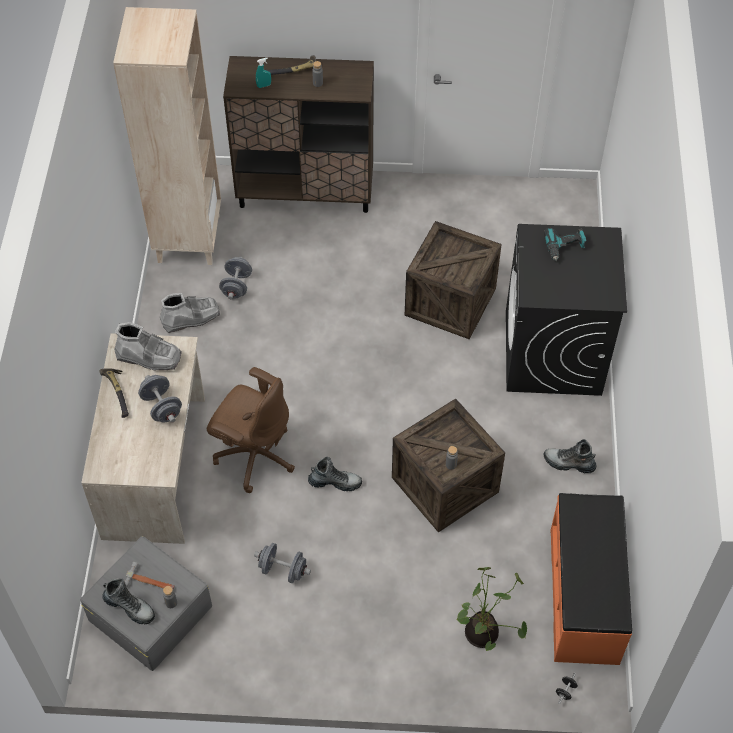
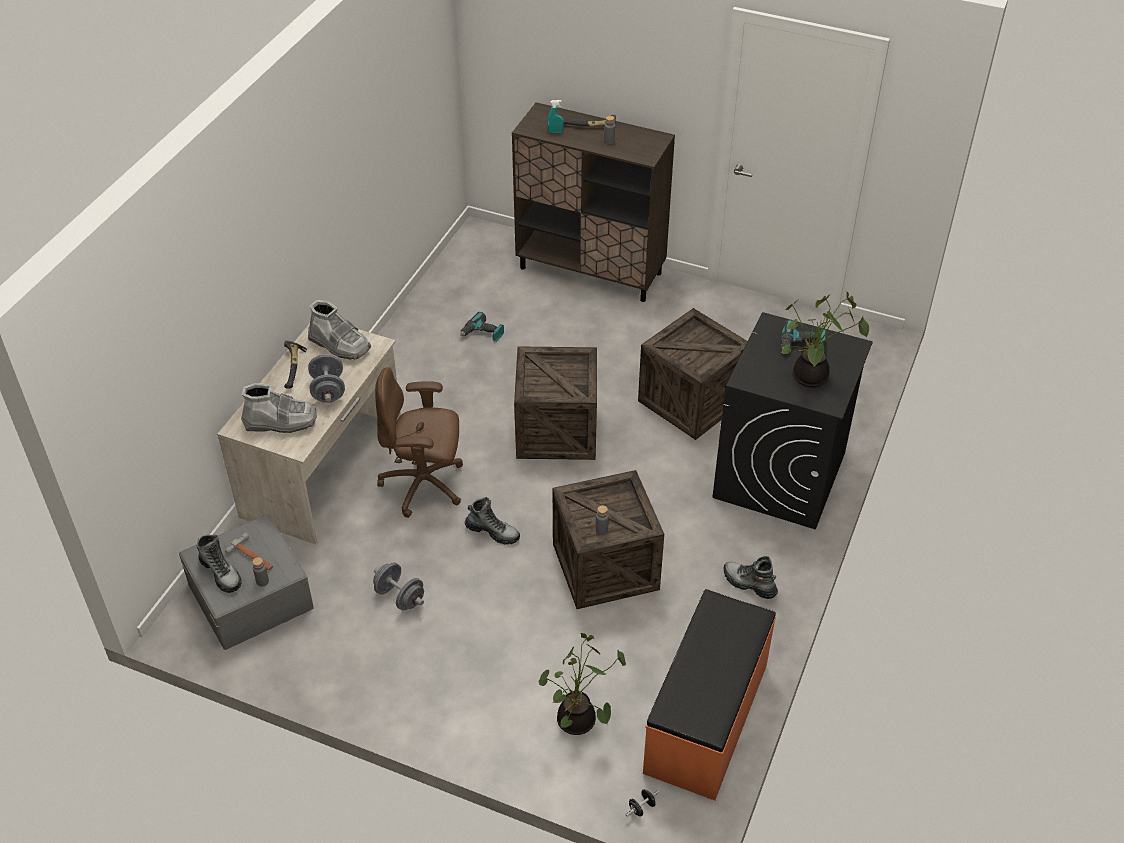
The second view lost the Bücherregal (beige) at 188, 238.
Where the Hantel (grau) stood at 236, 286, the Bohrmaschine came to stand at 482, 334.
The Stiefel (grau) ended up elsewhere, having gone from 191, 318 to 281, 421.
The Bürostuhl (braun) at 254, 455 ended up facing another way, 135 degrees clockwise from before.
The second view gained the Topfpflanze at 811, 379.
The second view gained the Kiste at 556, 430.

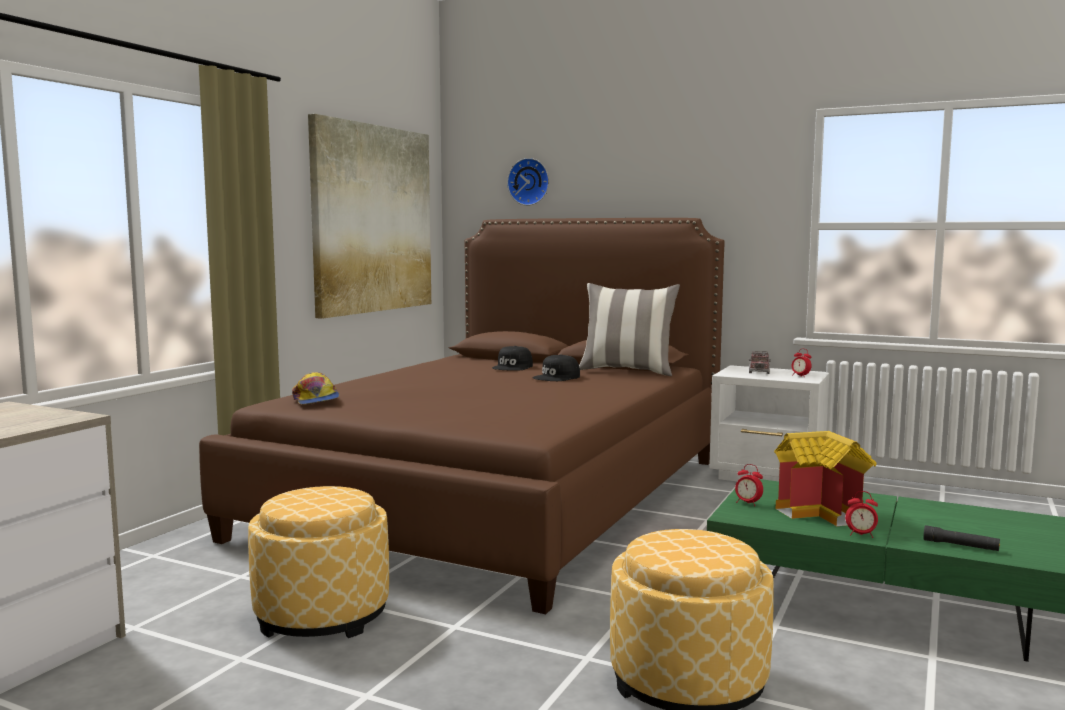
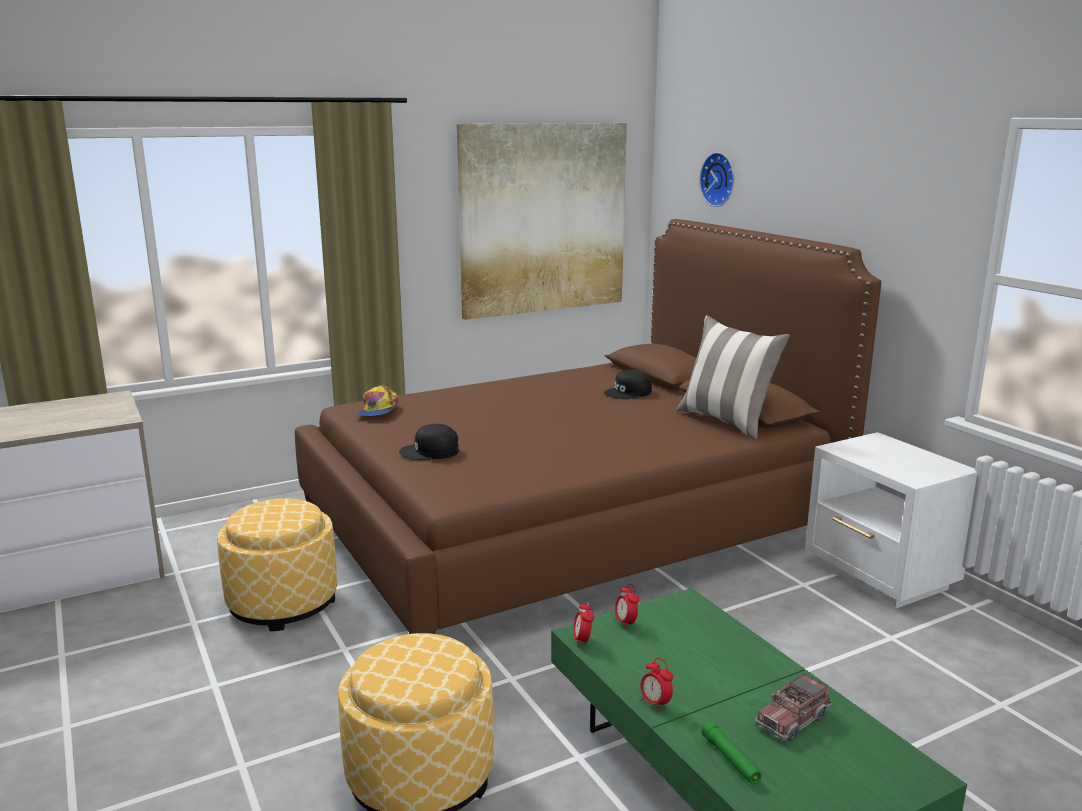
The Wecker ended up elsewhere, having gone from 800, 376 to 582, 641.
The Spielzeuglaster ended up elsewhere, having gone from 759, 371 to 792, 720.
The Kappe (schwarz) ended up elsewhere, having gone from 557, 377 to 430, 452.
The second view lost the Spielzeughaus at 824, 513.
What was the Taschenlampe (schwarz) at 960, 546 turned into the Taschenlampe (grün) at 730, 760.

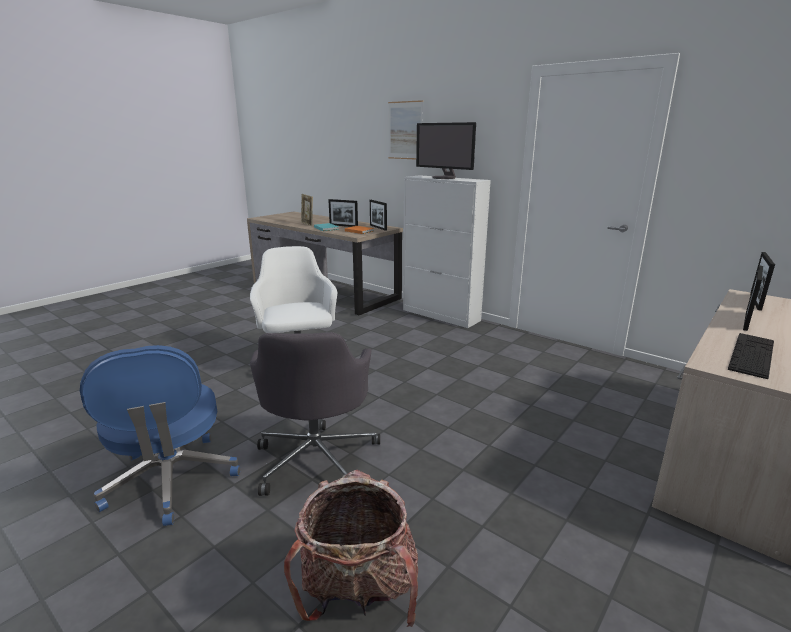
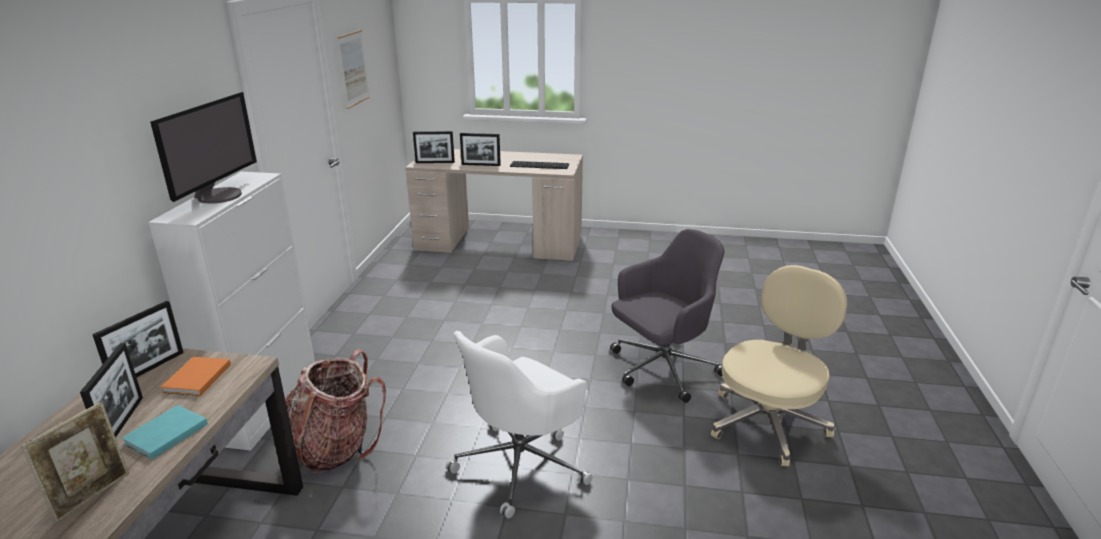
The Bild ended up elsewhere, having gone from 405, 130 to 353, 68.
What was the Bürostuhl (blau) at 171, 481 turned into the Bürostuhl (beige) at 768, 423.
The Rucksack ended up elsewhere, having gone from 359, 593 to 336, 447.

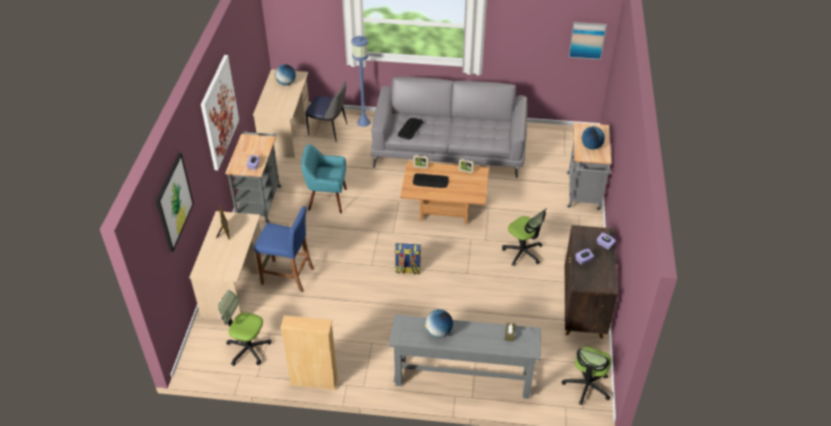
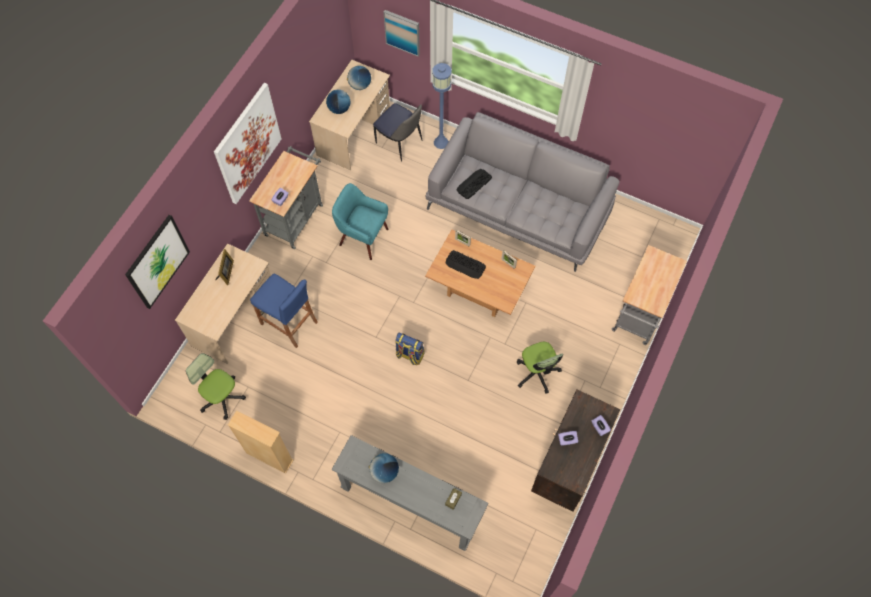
The Bild ended up elsewhere, having gone from 587, 40 to 402, 32.
The Globus ended up elsewhere, having gone from 591, 146 to 339, 109.
The second view lost the Bürostuhl at 587, 386.

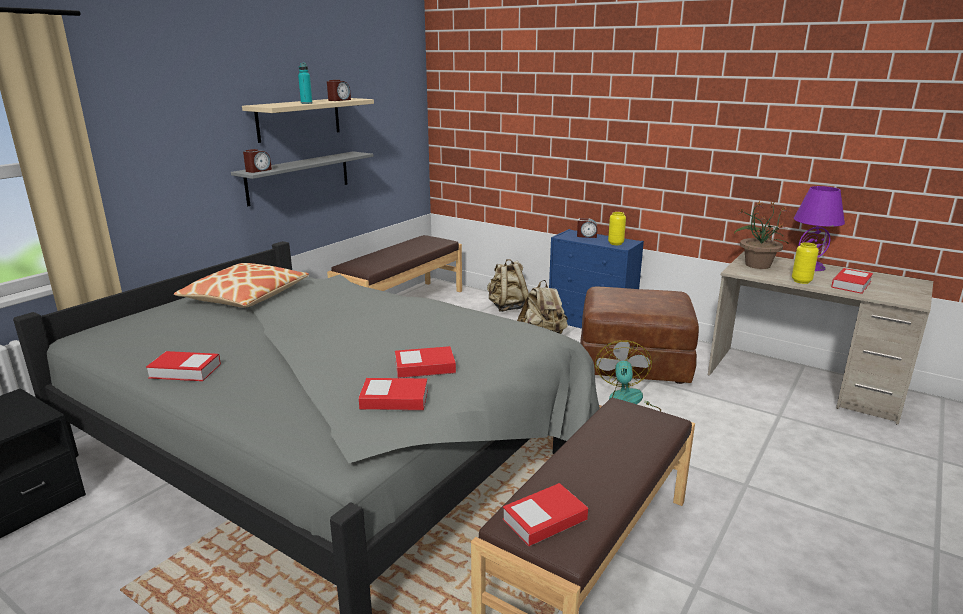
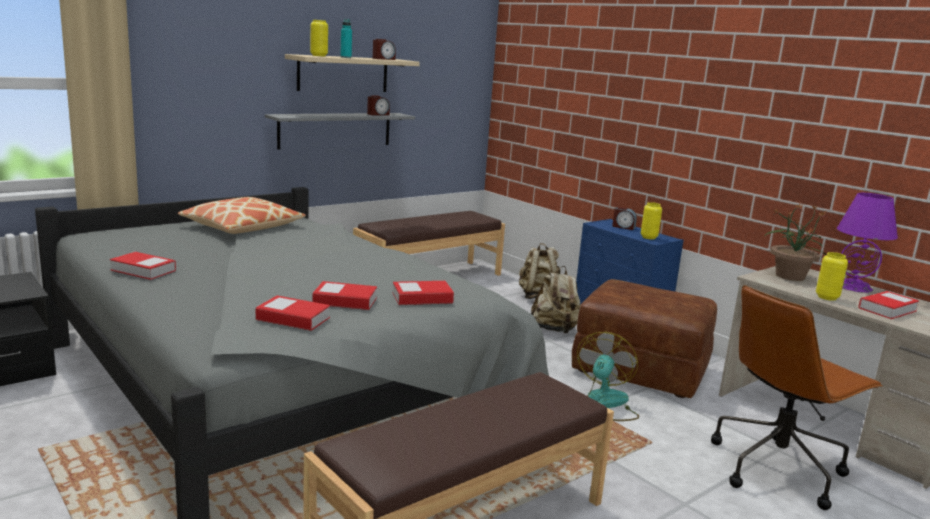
The Wecker ended up elsewhere, having gone from 258, 170 to 378, 114.
The Buch ended up elsewhere, having gone from 544, 520 to 422, 298.
The second view gained the Vase (gelb) at 319, 56.
The second view gained the Bürostuhl (braun) at 777, 468.

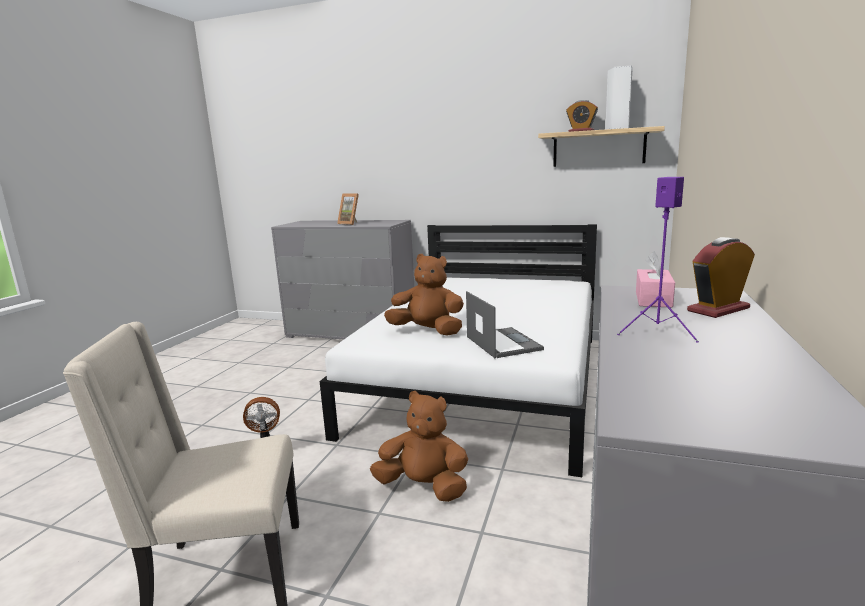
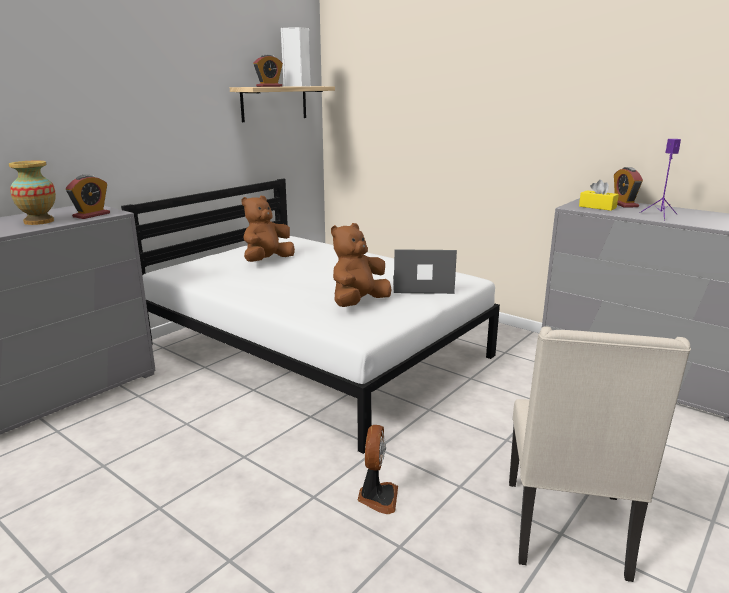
Where the Bilderrahmen stood at 351, 223, the Vase came to stand at 39, 221.
What was the Taschentuchbox (rosa) at 653, 299 turned into the Taschentuchbox (gelb) at 597, 207.
The Plüschtier (braun) ended up elsewhere, having gone from 424, 487 to 267, 261.
The second view gained the Wecker at 91, 215.

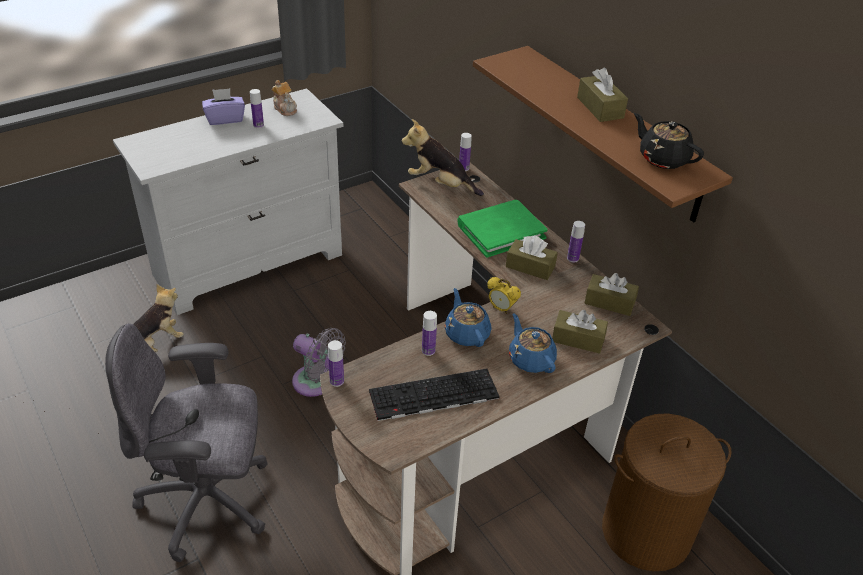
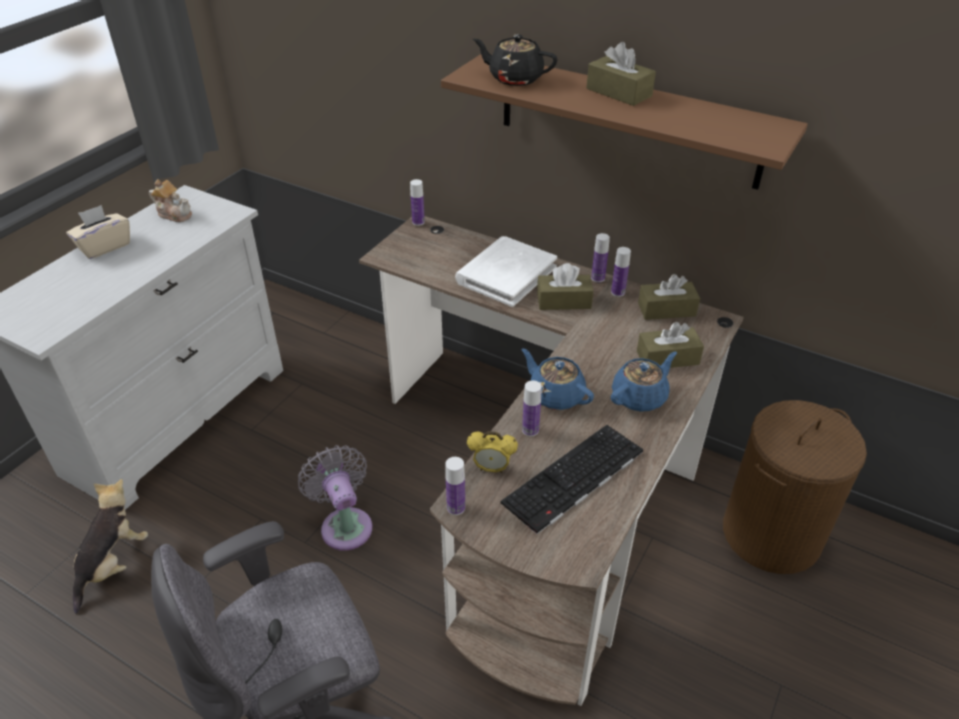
What was the Taschentuchbox (lila) at 225, 119 turned into the Taschentuchbox (beige) at 104, 246.
The Flasche ended up elsewhere, having gone from 258, 125 to 618, 292.
The Teekanne (schwarz) ended up elsewhere, having gone from 662, 158 to 514, 78.
The second view lost the Plüschtier at 440, 184.
What was the Buch (grün) at 501, 231 turned into the Buch (weiß) at 506, 274.
The Wecker ended up elsewhere, having gone from 501, 309 to 491, 468.
The Teekanne (blau) at 530, 359 ended up facing another way, 105 degrees clockwise from before.
The Ventilator (grau) at 316, 383 ended up facing another way, 120 degrees counterclockwise from before.

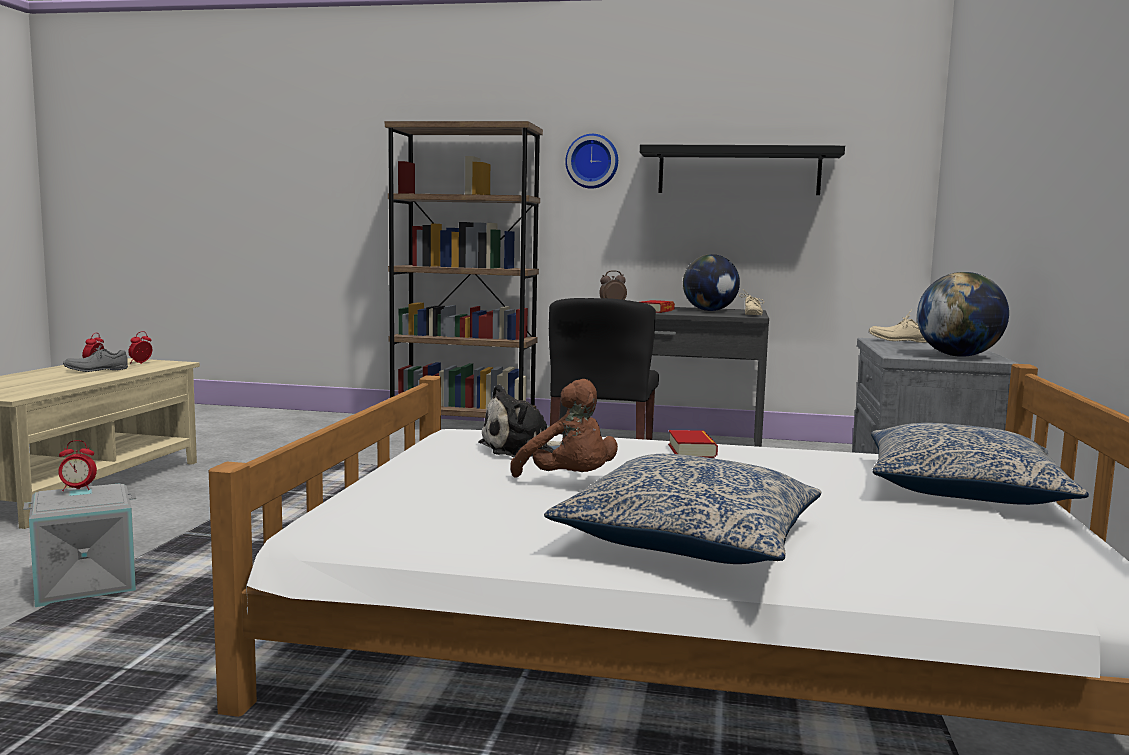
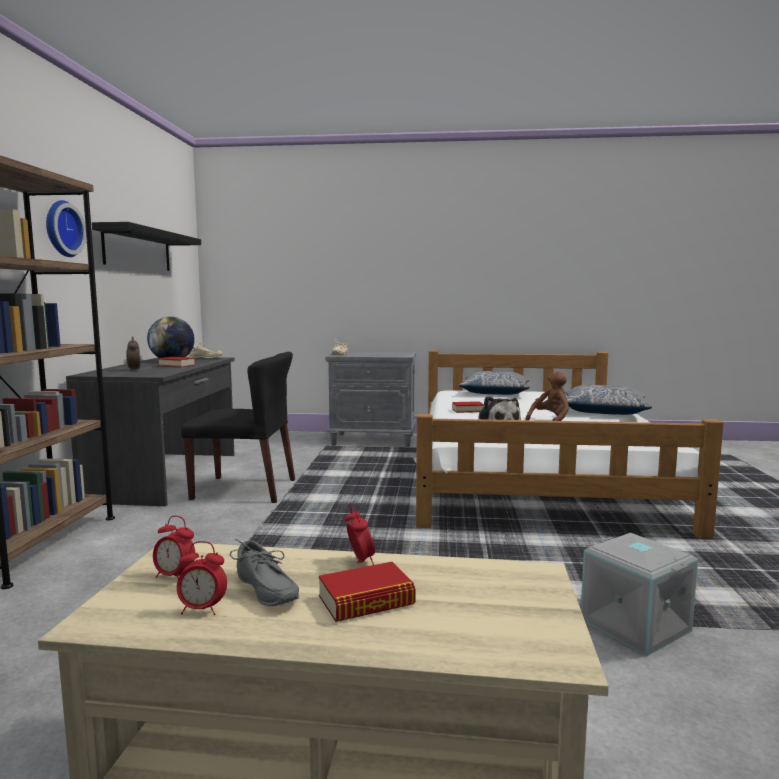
The second view lost the Globus at 958, 356.
The Wecker ended up elsewhere, having gone from 77, 489 to 360, 562.
The second view gained the Buch at 366, 601.

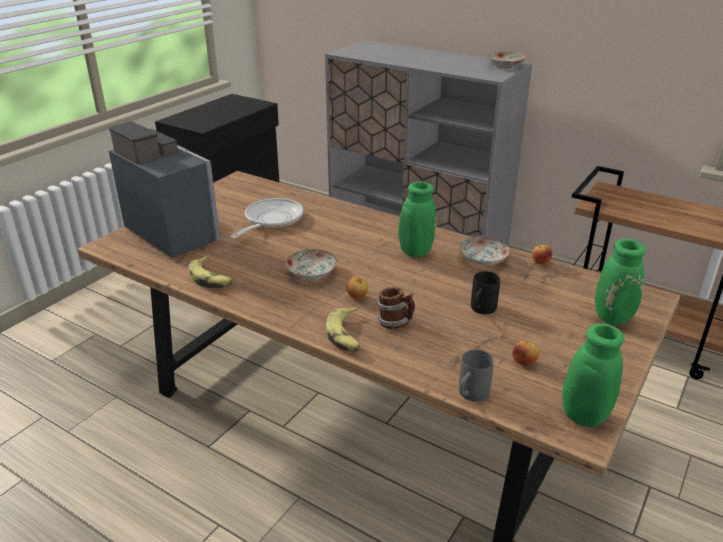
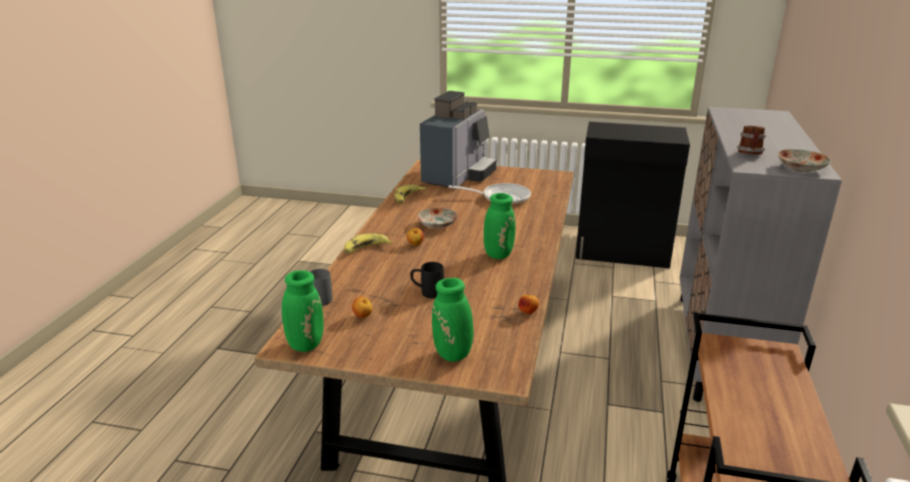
The second view lost the Teller at 483, 259.
The Henkelbecher ended up elsewhere, having gone from 396, 323 to 750, 154.

